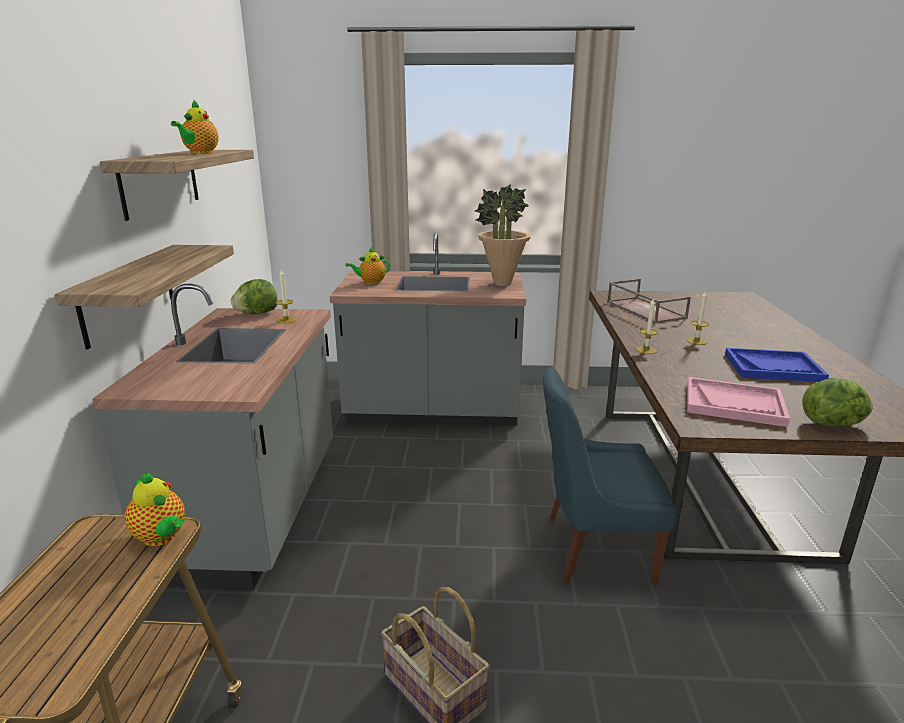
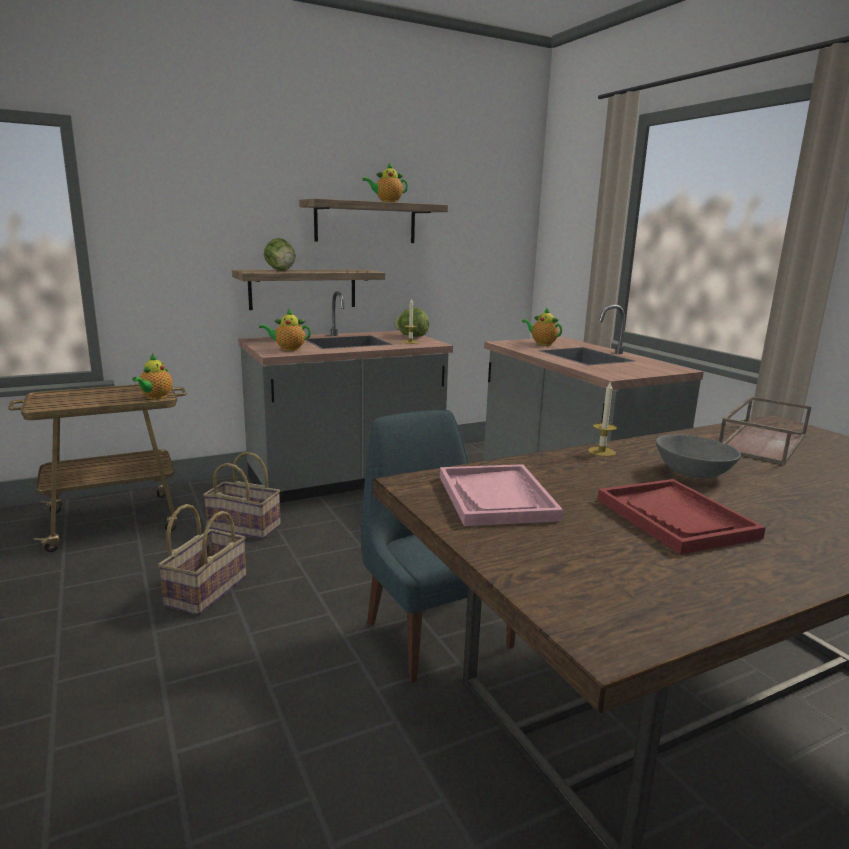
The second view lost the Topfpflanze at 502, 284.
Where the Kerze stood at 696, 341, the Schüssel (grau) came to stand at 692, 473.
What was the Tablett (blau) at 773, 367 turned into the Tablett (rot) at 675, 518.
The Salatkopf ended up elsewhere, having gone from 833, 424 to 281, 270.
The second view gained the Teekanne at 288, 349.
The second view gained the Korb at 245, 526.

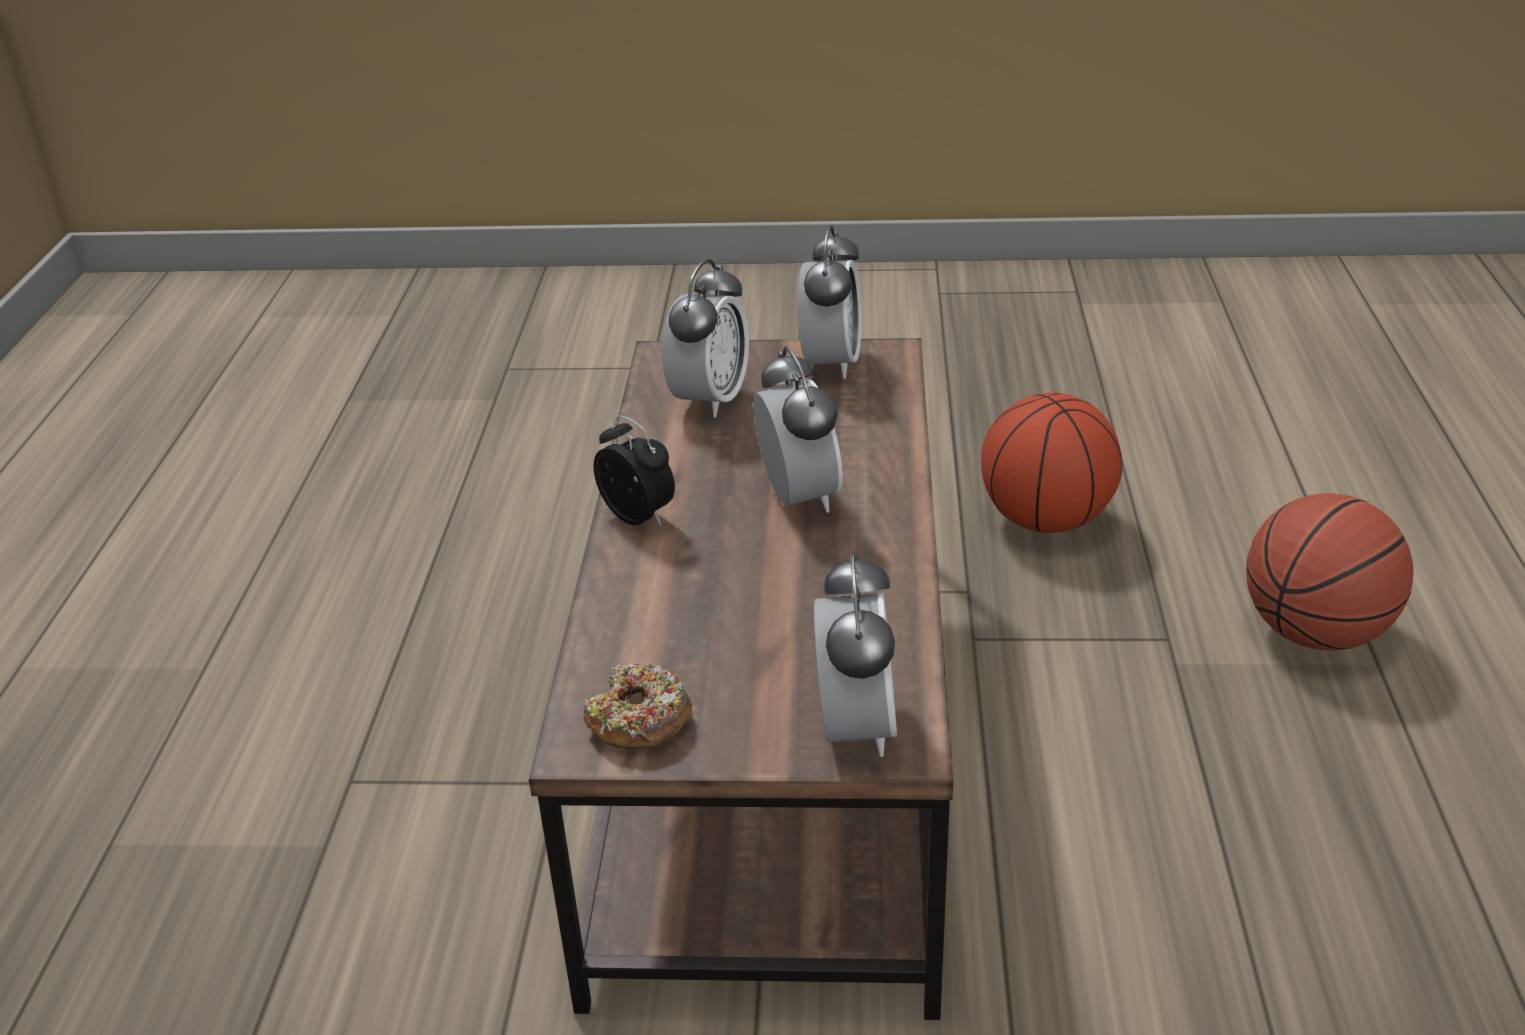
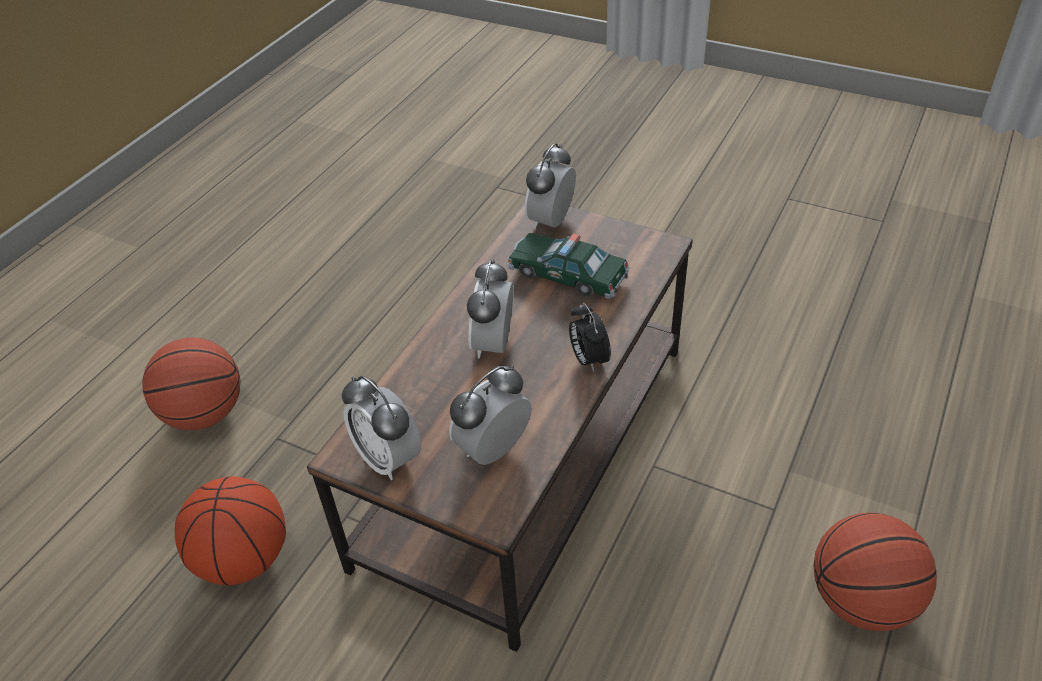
The Wecker at 831, 363 ended up facing another way, 75 degrees counterclockwise from before.
The second view lost the Donut at 639, 721.
The second view gained the Spielzeugauto at 567, 275.
The second view gained the Basketball at 861, 600.

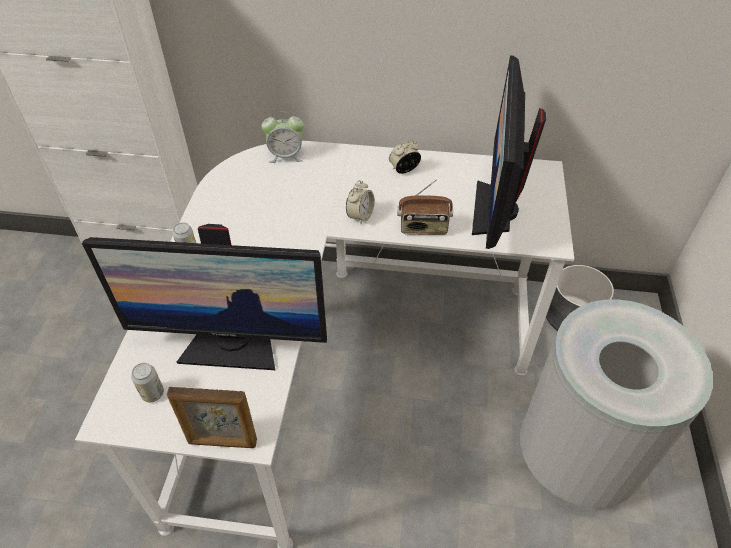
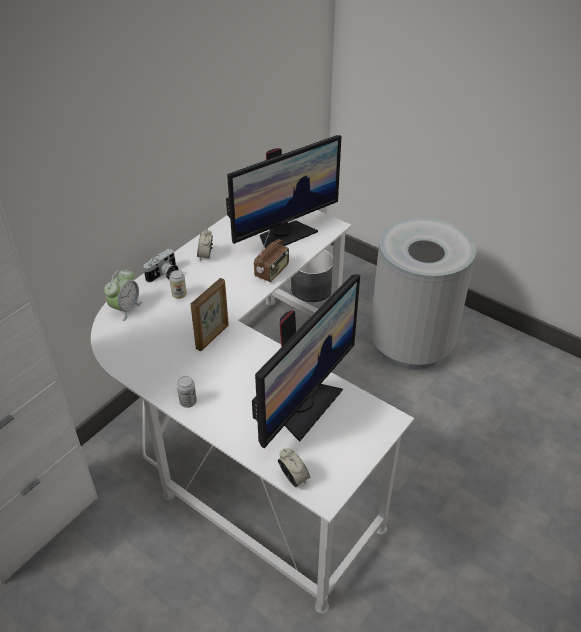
The Monitor at 495, 210 ended up facing another way, 75 degrees counterclockwise from before.
The Wecker ended up elsewhere, having gone from 360, 216 to 293, 478.
The Dose ended up elsewhere, having gone from 153, 393 to 179, 295.
The Bilderrahmen ended up elsewhere, having gone from 222, 442 to 213, 337.
The second view gained the Kamera at 164, 275.

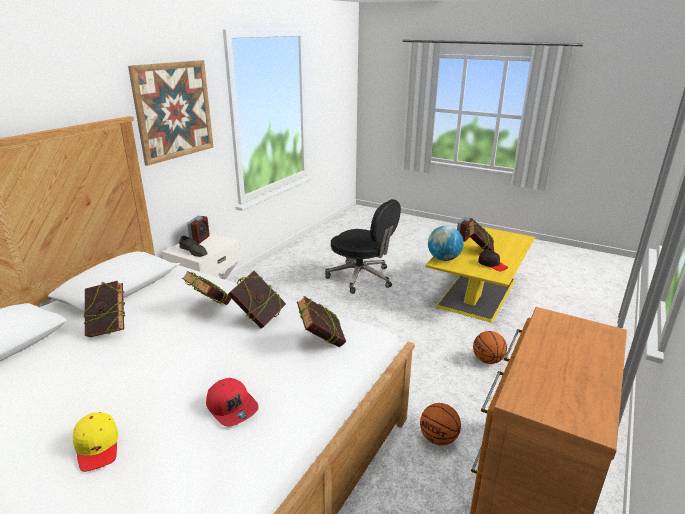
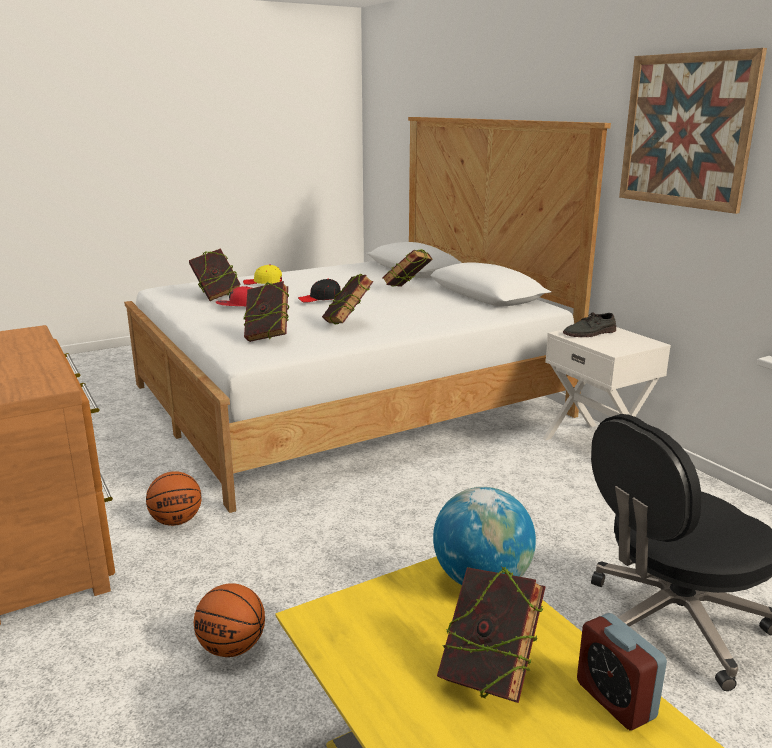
The second view lost the Wecker at 200, 239.
The Kappe (schwarz) ended up elsewhere, having gone from 492, 265 to 320, 299.
The Buch ended up elsewhere, having gone from 209, 307 to 216, 297.

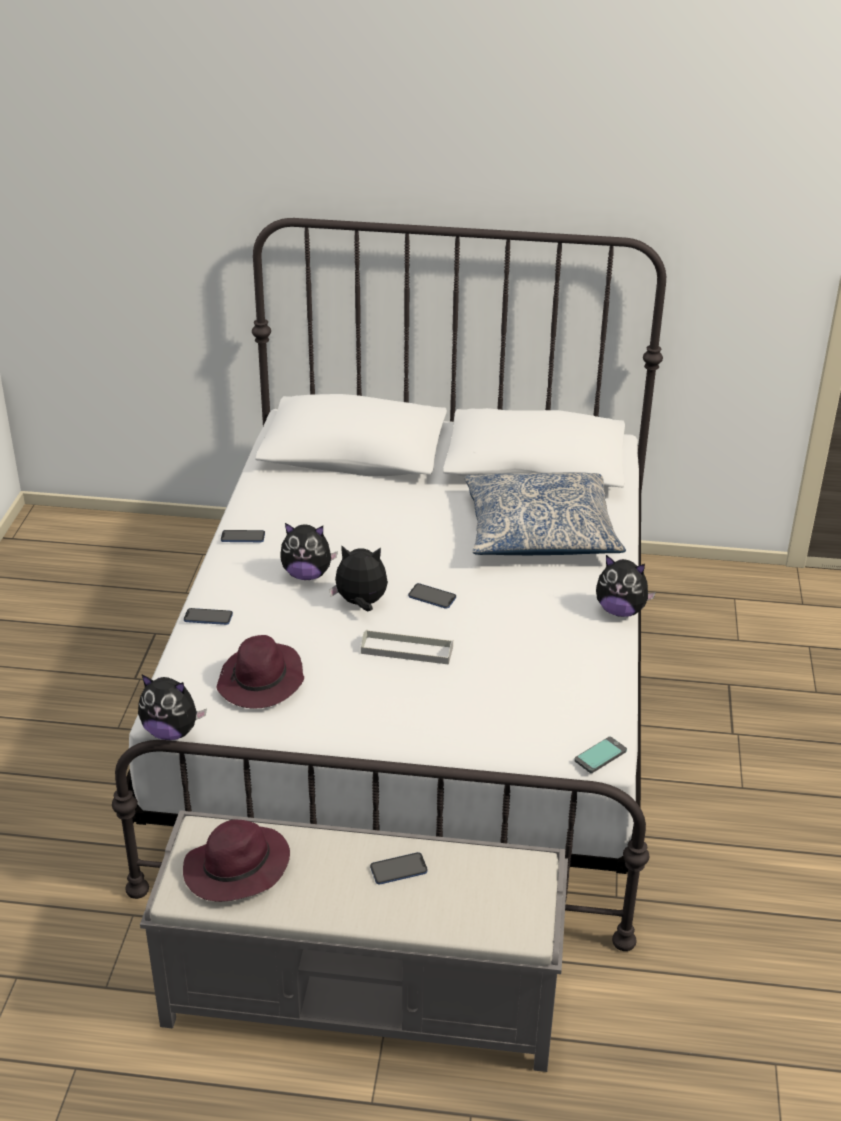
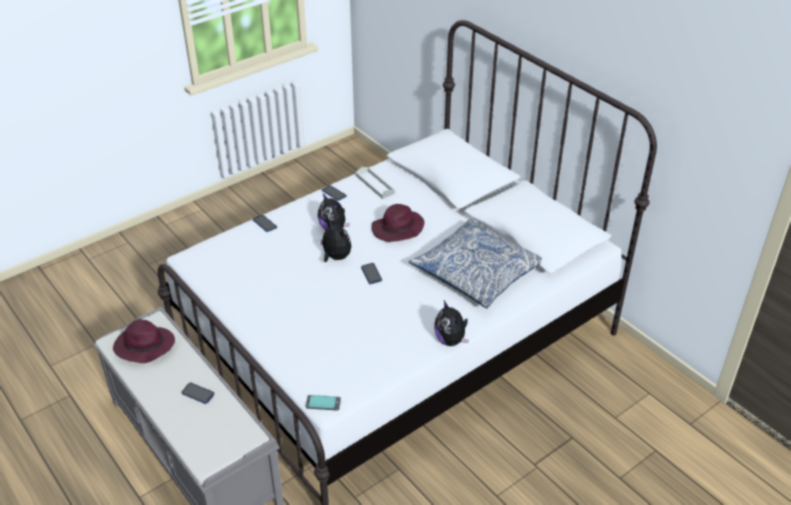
The Tablett (grau) ended up elsewhere, having gone from 407, 650 to 375, 184.
The Hut (lila) ended up elsewhere, having gone from 261, 682 to 397, 229.
The second view lost the Plüschtier at 171, 732.

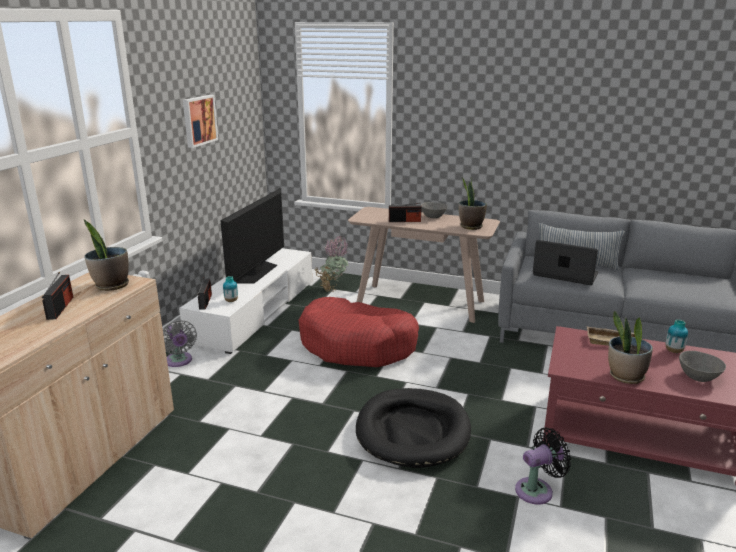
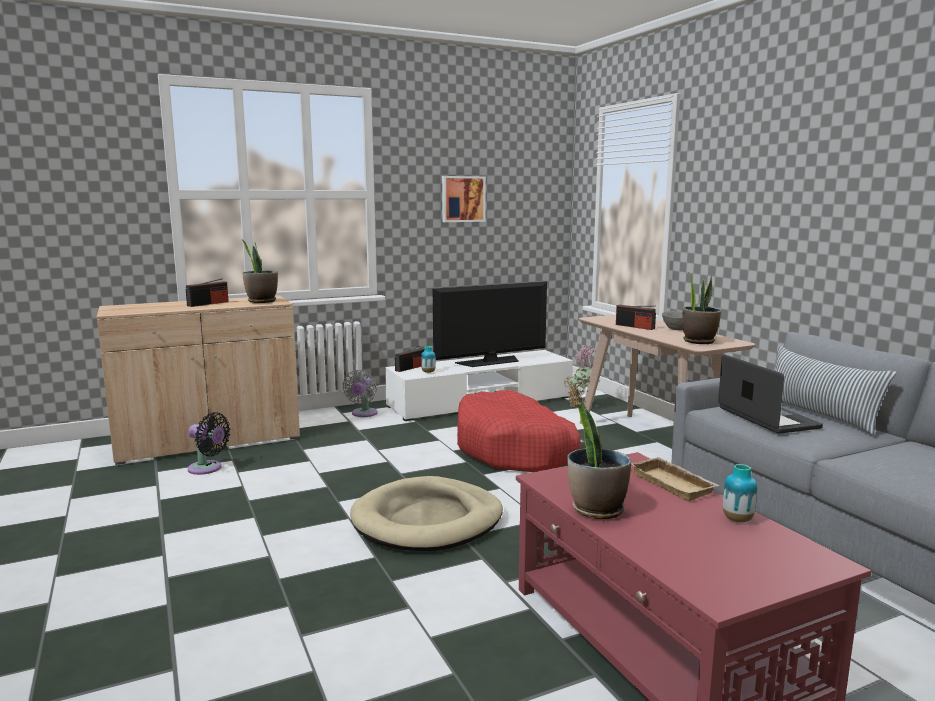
The second view lost the Schüssel (grau) at 698, 377.
What was the Hundebett (schwarz) at 413, 431 turned into the Hundebett (beige) at 428, 520.
The Ventilator (schwarz) ended up elsewhere, having gone from 537, 490 to 208, 469.

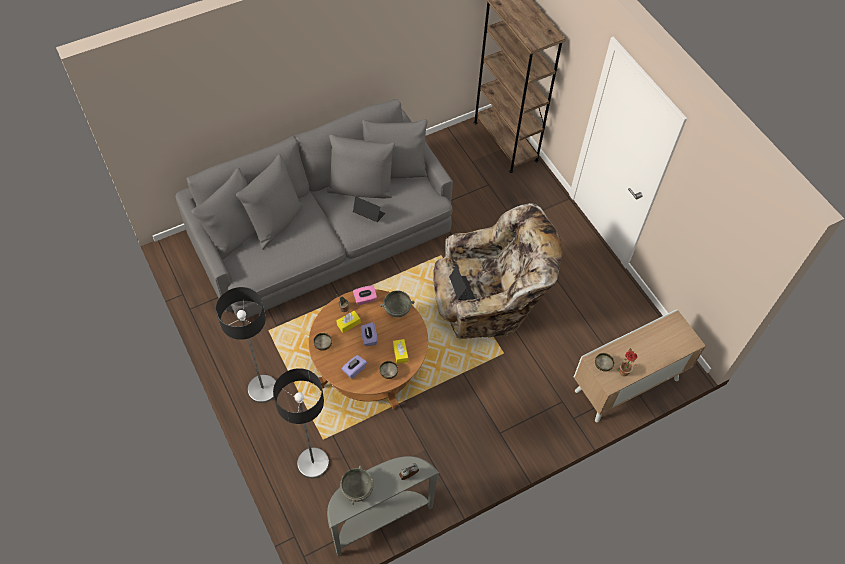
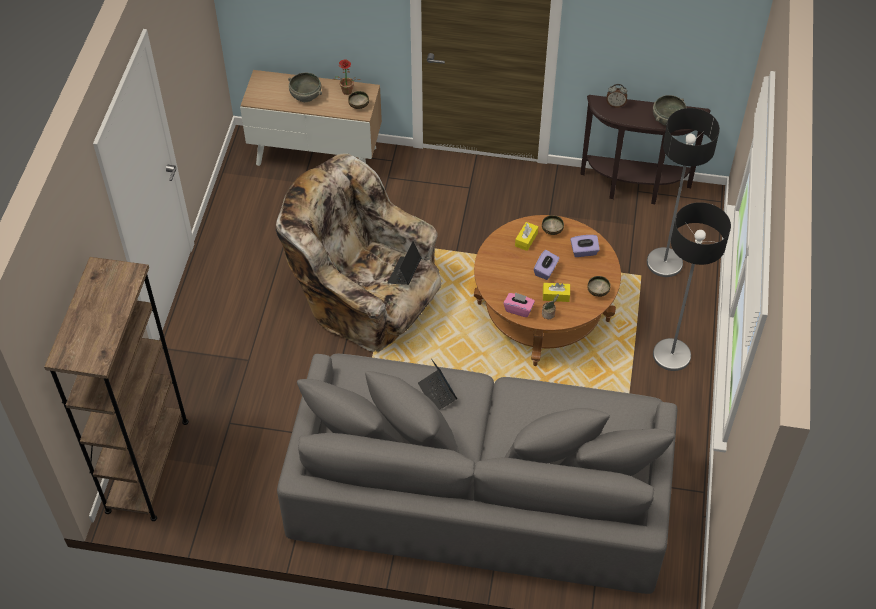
The Schüssel (grau) ended up elsewhere, having gone from 397, 309 to 305, 96.
What was the Konsolentisch (grau) at 379, 519 turned into the Konsolentisch (braun) at 634, 189.

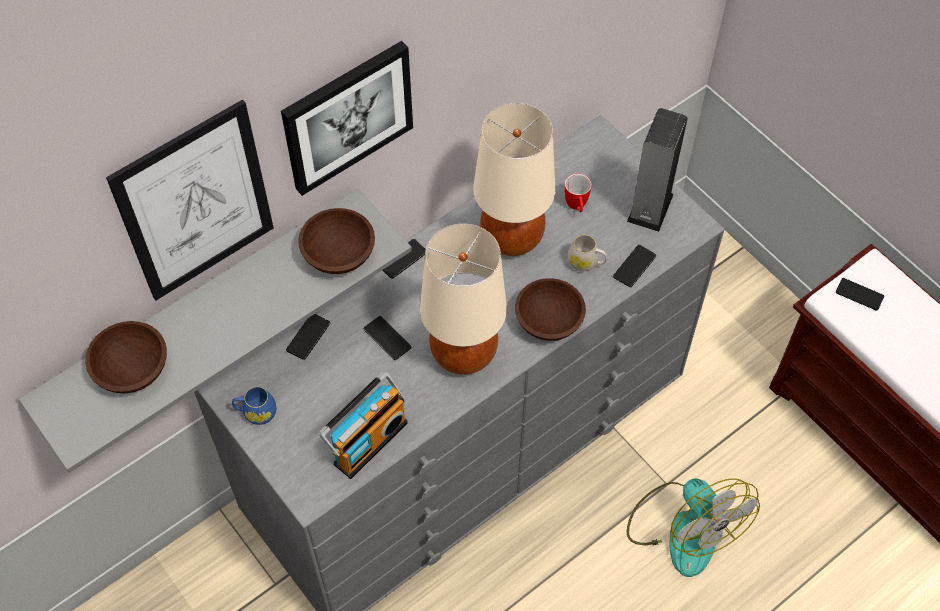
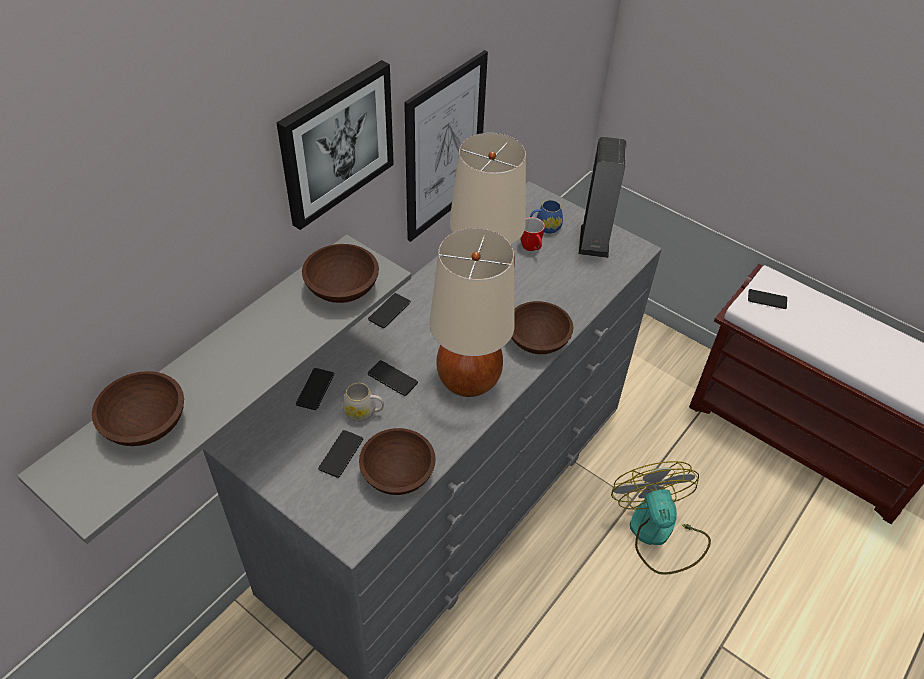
The Bild ended up elsewhere, having gone from 195, 203 to 444, 148.
The Henkelbecher (weiß) ended up elsewhere, having gone from 586, 262 to 364, 412.
The Handy ended up elsewhere, having gone from 634, 266 to 341, 454.
Where the Radio stood at 367, 441, the Schüssel (braun) came to stand at 397, 472.
The Henkelbecher (blau) ended up elsewhere, having gone from 256, 412 to 545, 227.
The Ventilator at 683, 528 ended up facing another way, 150 degrees counterclockwise from before.

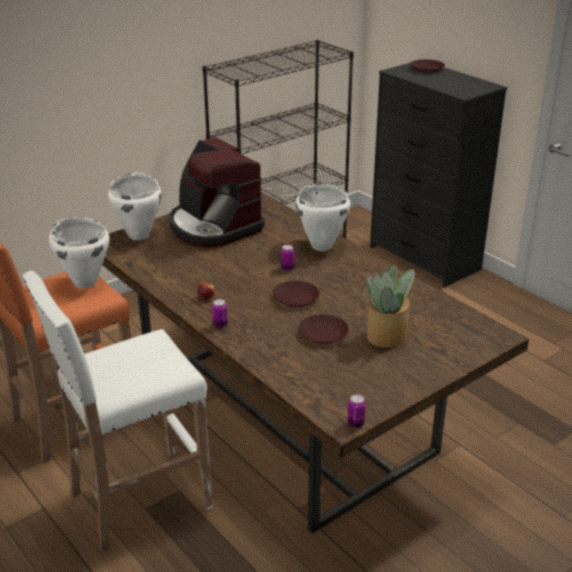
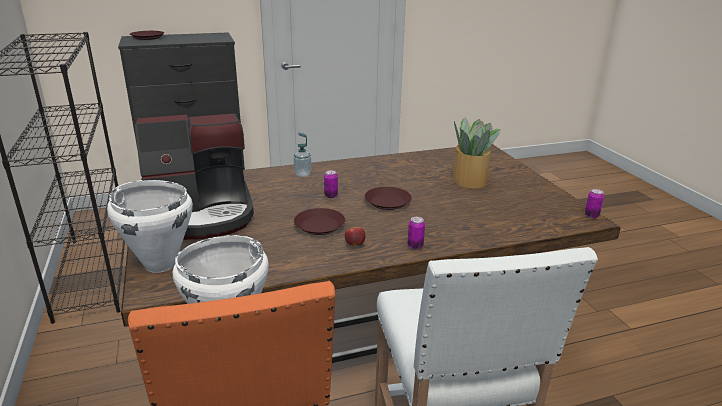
Where the Kochtopf (weiß) stood at 321, 245, the Seifenspender came to stand at 302, 174.
The Teller (braun) ended up elsewhere, having gone from 323, 334 to 320, 225.

